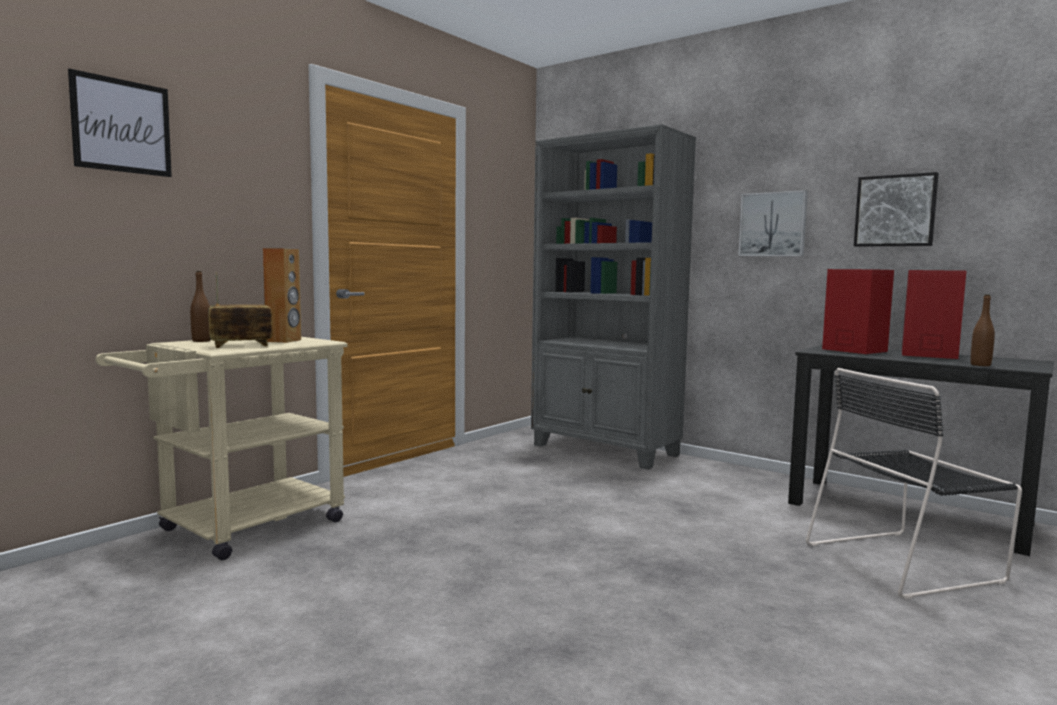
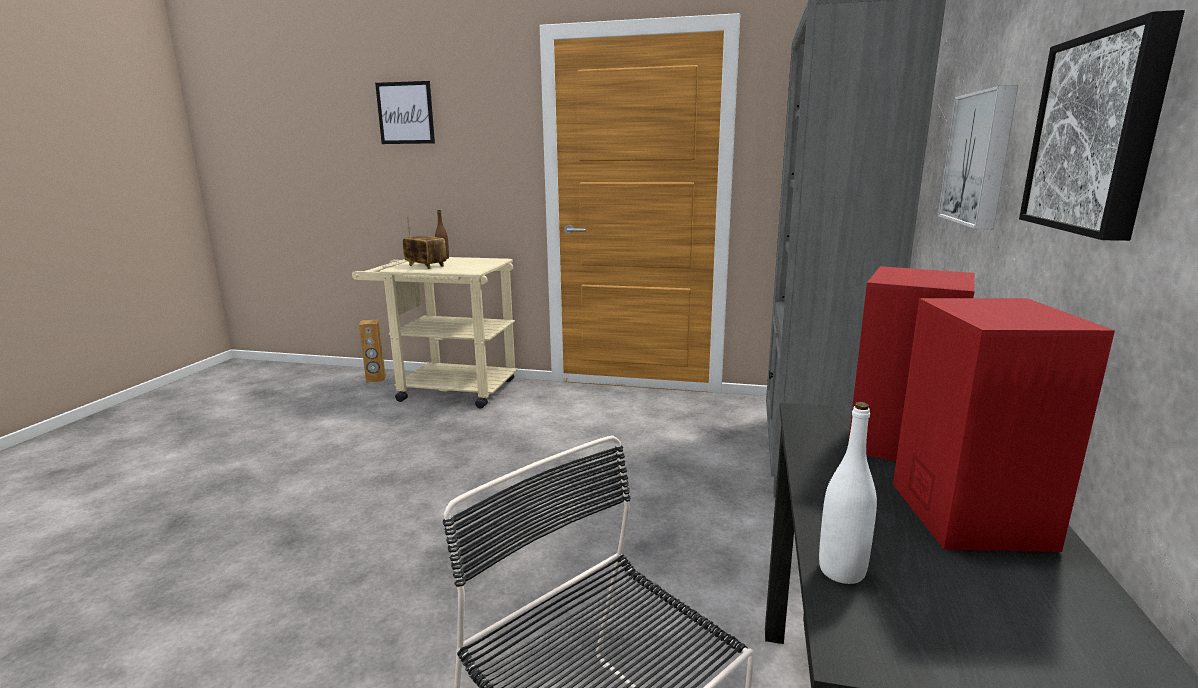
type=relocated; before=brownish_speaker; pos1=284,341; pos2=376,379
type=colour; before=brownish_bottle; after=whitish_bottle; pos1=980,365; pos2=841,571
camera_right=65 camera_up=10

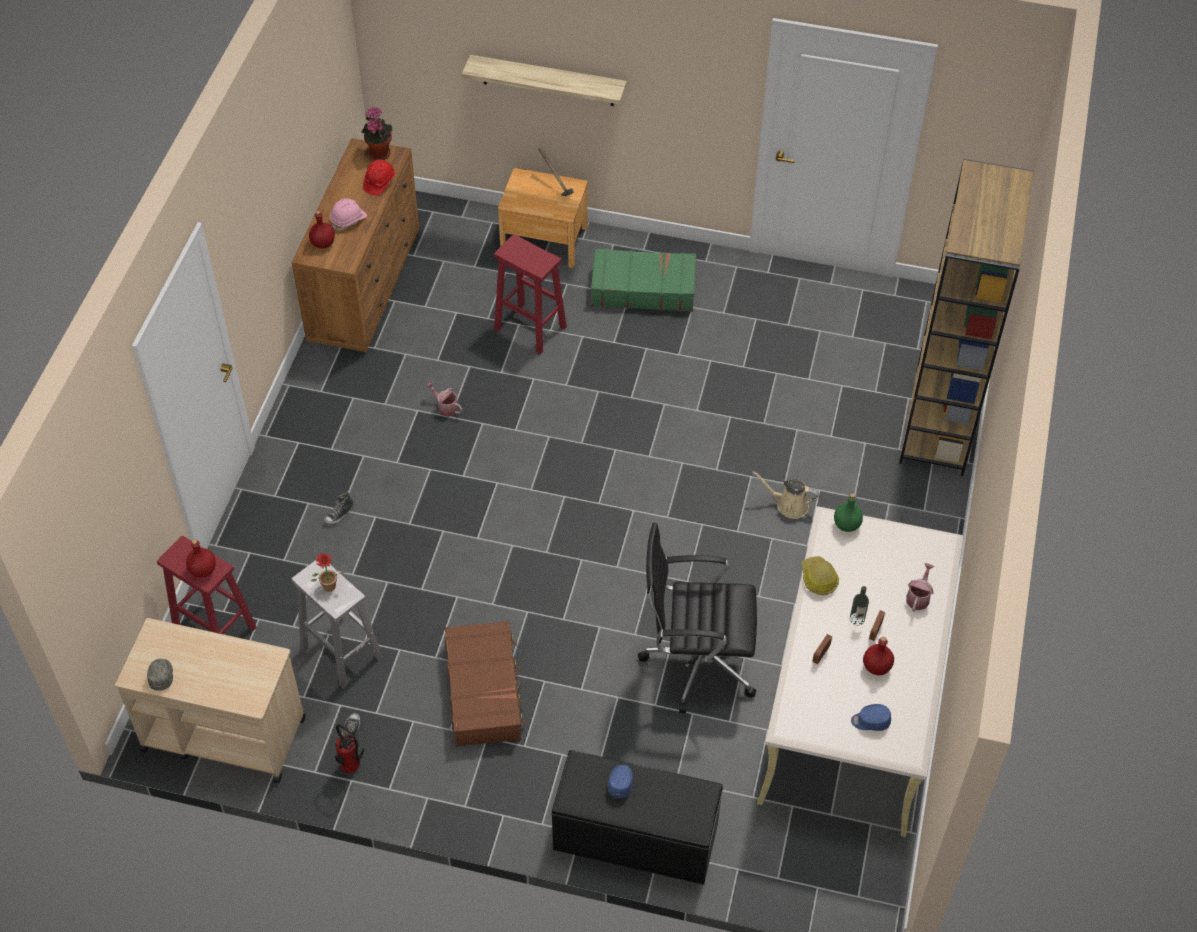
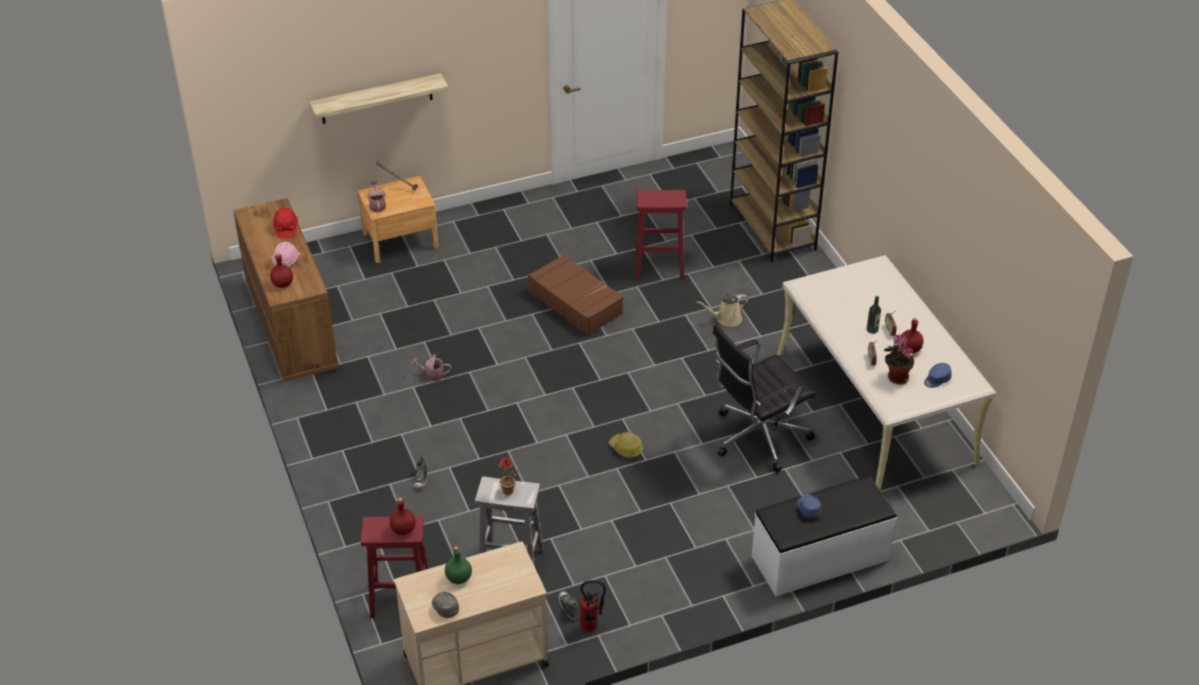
type=missing; before=greenish_suitcase; pos1=643,288
type=relocated; before=plant_in_a_pot; pos1=379,152; pos2=896,377
type=relocated; before=brownish_suitcase; pos1=484,690; pos2=576,302
type=relocated; before=red_stool; pos1=531,328; pos2=660,267
type=relocated; before=hard_hat; pos1=818,579; pos2=626,449
type=relocated; before=greenish_bottle; pos1=846,524; pos2=458,578
type=relocated; before=sprinkling_can; pos1=918,597; pos2=377,205
type=colour; before=black_indoor_bench; after=whitish_indoor_bench; pos1=635,837; pos2=820,559
camera_right=-35 camera_up=-10

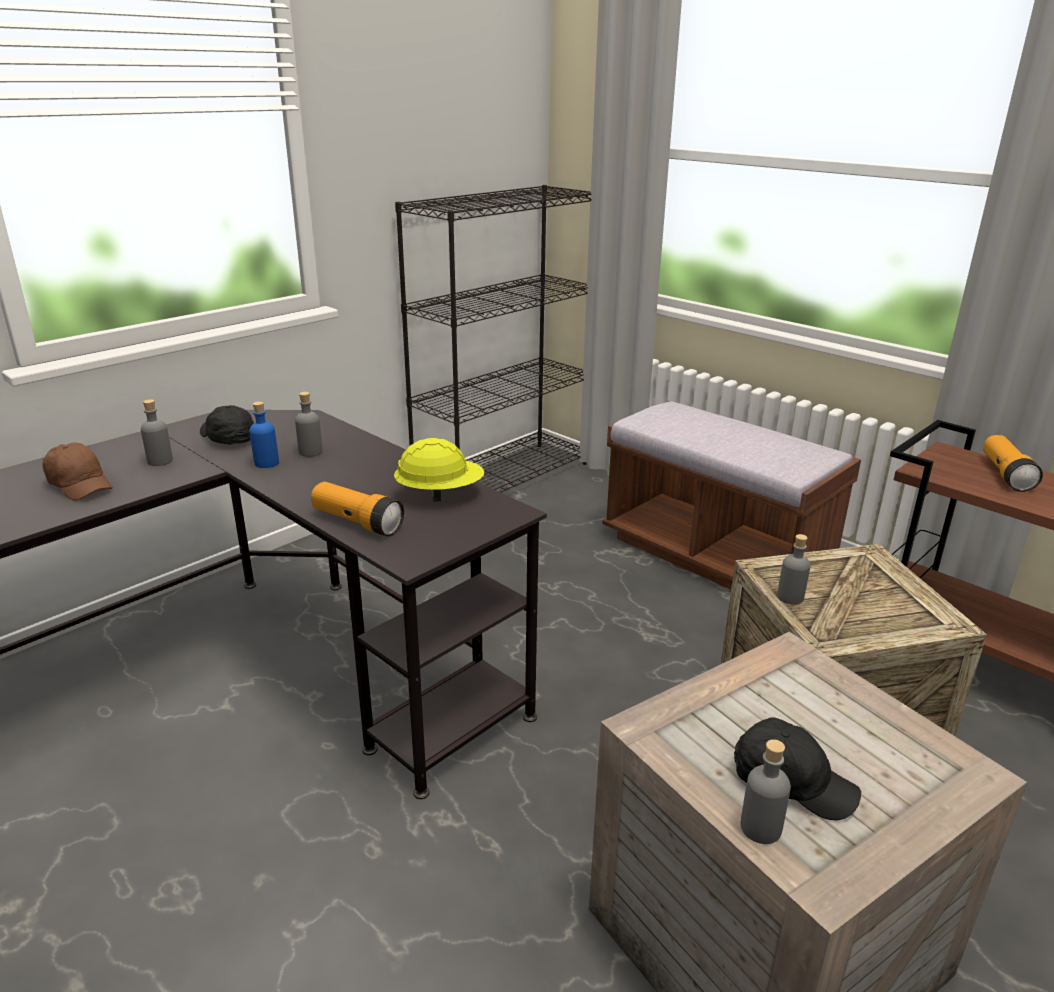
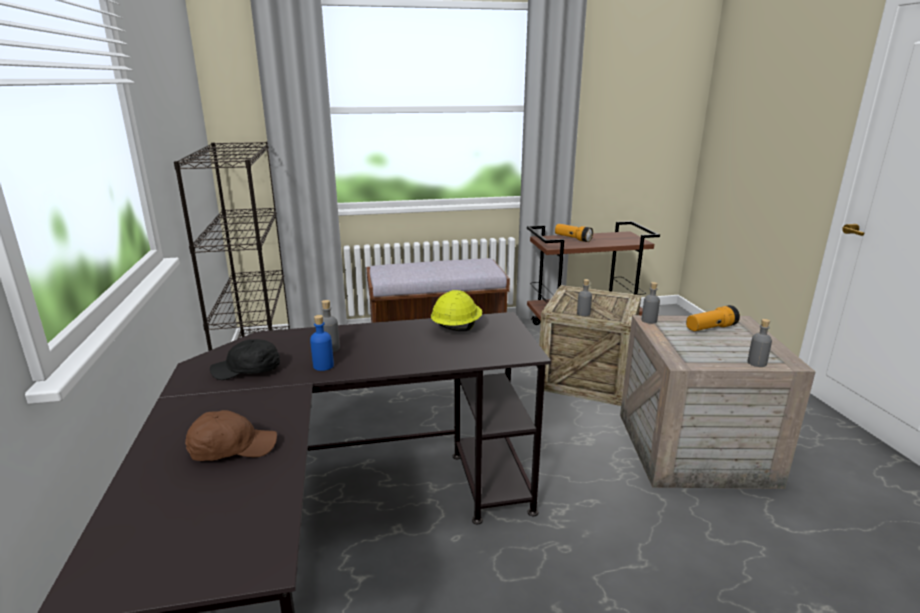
type=missing; before=black_baseball_cap; pos1=791,782
type=relocated; before=greyish_bottle; pos1=160,461; pos2=649,320
type=relocated; before=flashlight; pos1=357,522; pos2=710,328
camera_right=-55 camera_up=-5

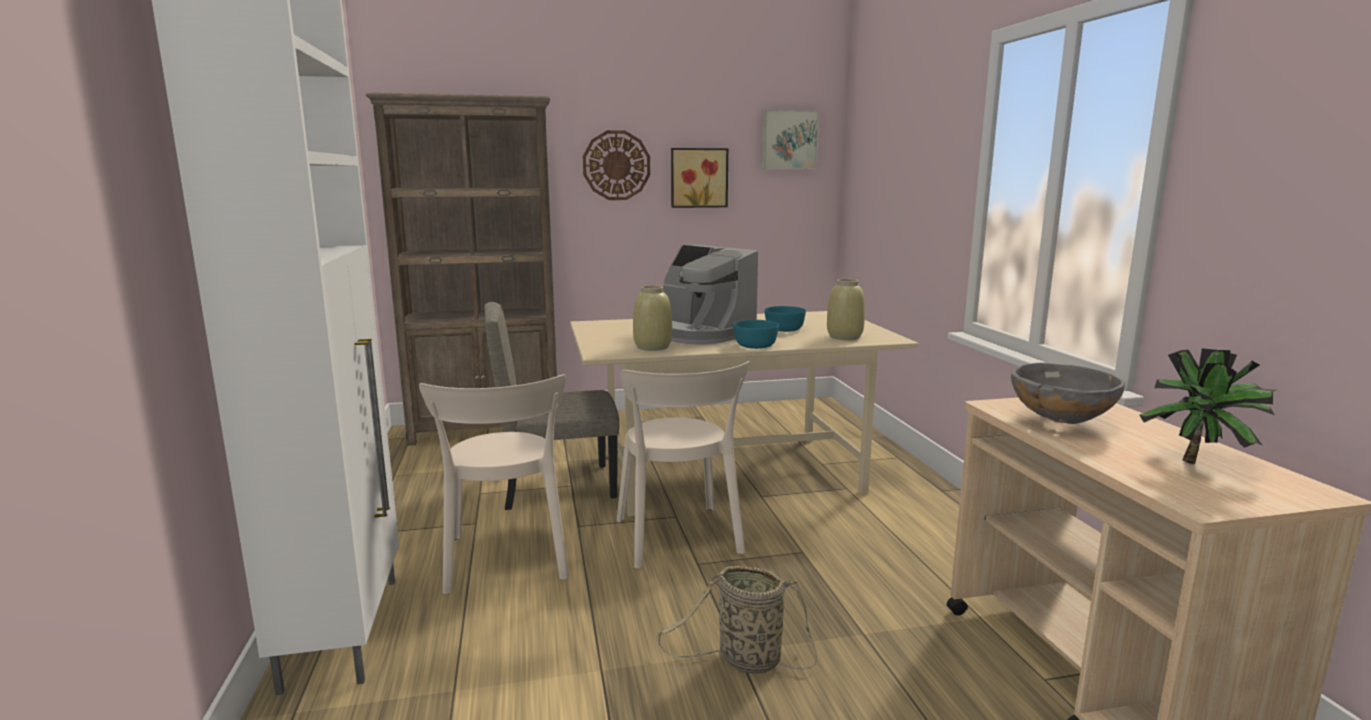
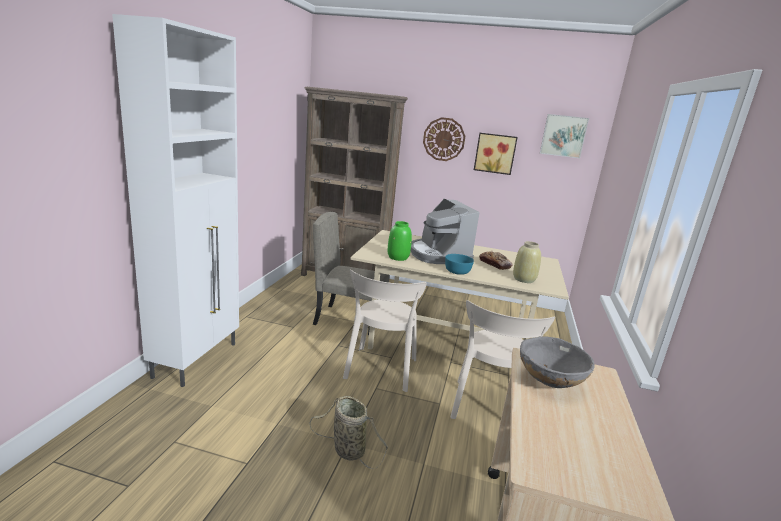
type=missing; before=plant_in_a_pot; pos1=1198,463
type=relocated; before=sand-coloured_chair; pos1=506,562; pos2=487,409
type=exchanged; before=blue-green_deep_dish; after=bread; pos1=784,329; pos2=494,264
type=colour; before=sand-coloured_vase; after=greenish_vase; pos1=653,347; pos2=398,258
camera_right=25 camera_up=5

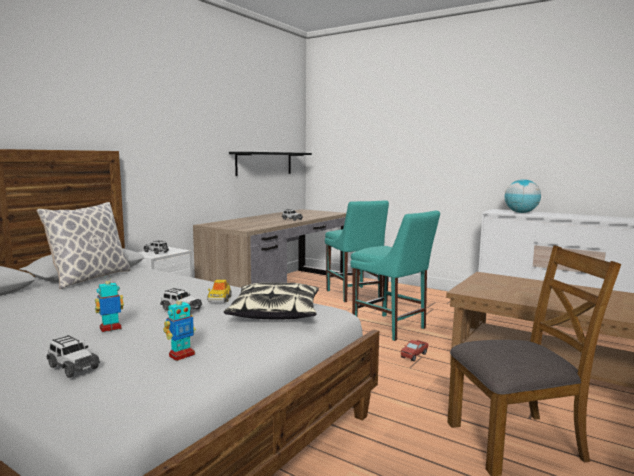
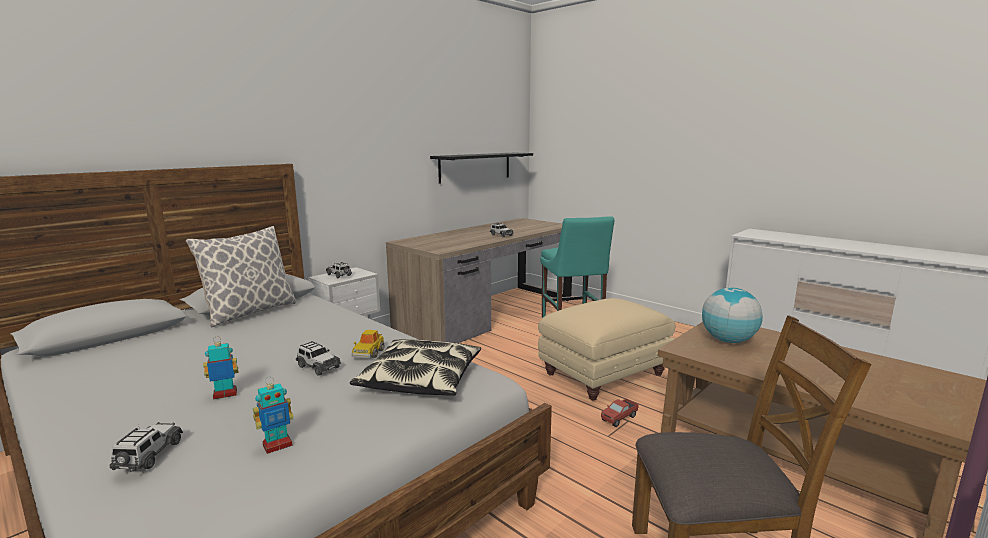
type=relocated; before=world_globe; pos1=521,212; pos2=728,341
type=exchanged; before=blue-green_chair; after=sand-coloured_pouffe; pos1=391,328; pos2=603,375
type=spun; before=model_car; pos1=72,367; pos2=148,456; turn=-135
camera_right=10 camera_up=5

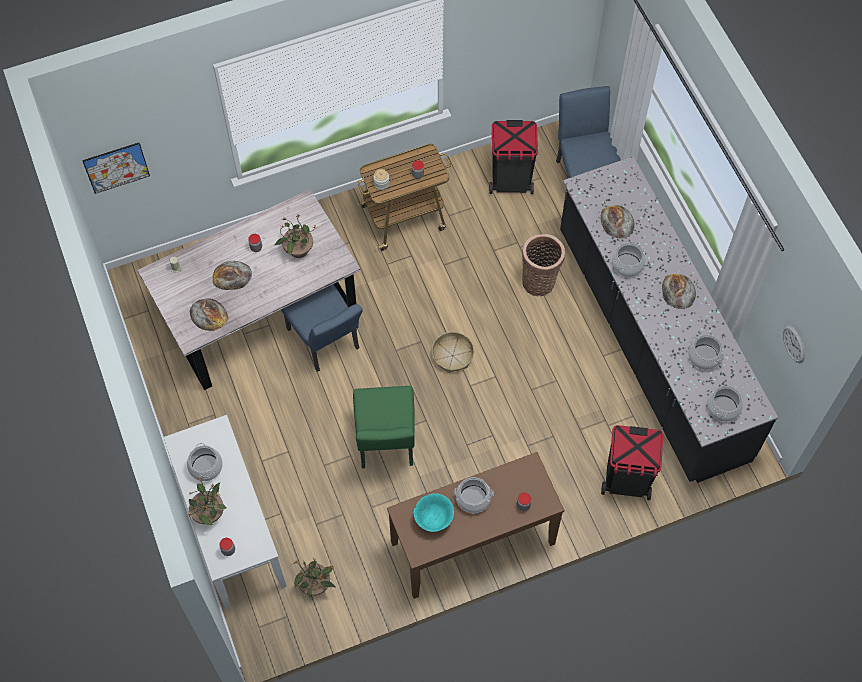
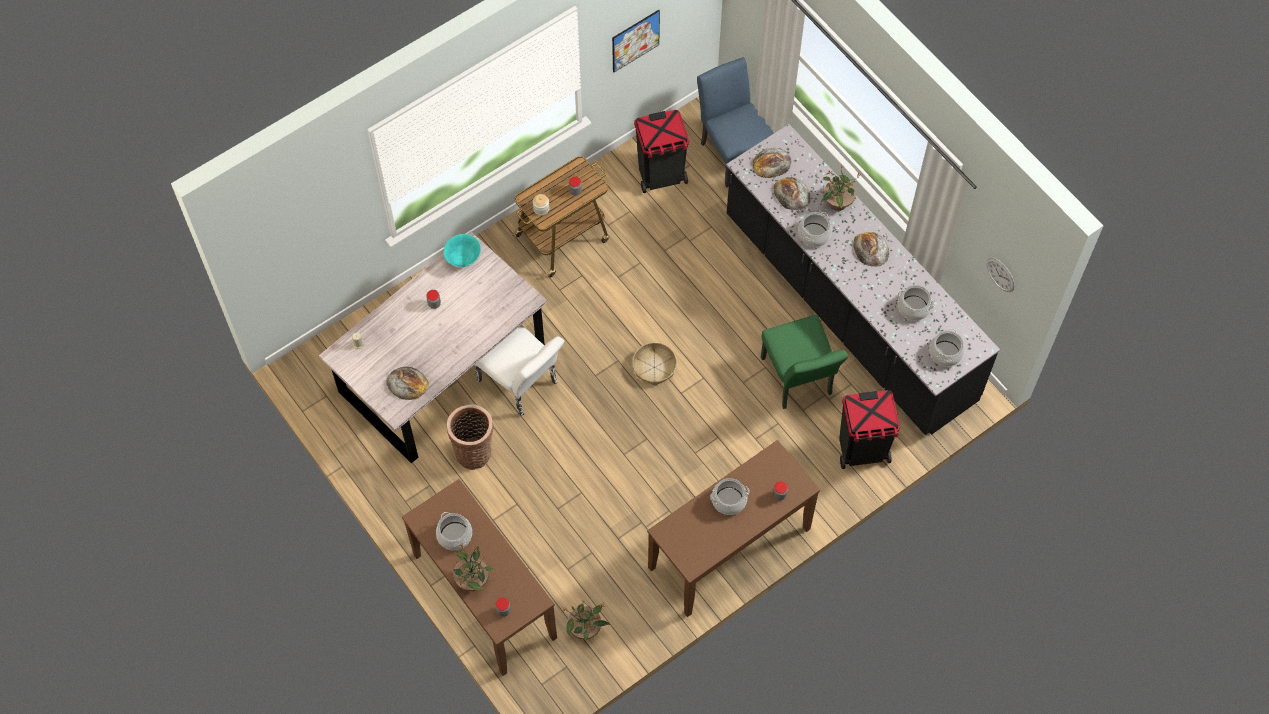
type=relocated; before=picture; pos1=116,167; pos2=635,40
type=relocated; before=bread; pos1=231,276; pos2=771,163
type=relocated; before=plant_in_a_pot; pos1=298,250; pos2=837,203
type=relocated; before=greenish_chair; pos1=386,445; pos2=798,381
type=relocated; before=blue-green_deep_dish; pos1=433,519; pos2=463,259
type=relocated; before=storage_basket; pos1=539,280; pos2=474,451
type=colour; before=whitish_narrow_table; after=brownish_narrow_table; pos1=231,530; pos2=484,596
type=colour; before=bluish_chair; after=whitish_chair; pos1=326,343; pos2=522,385
camera_right=-15 camera_up=0

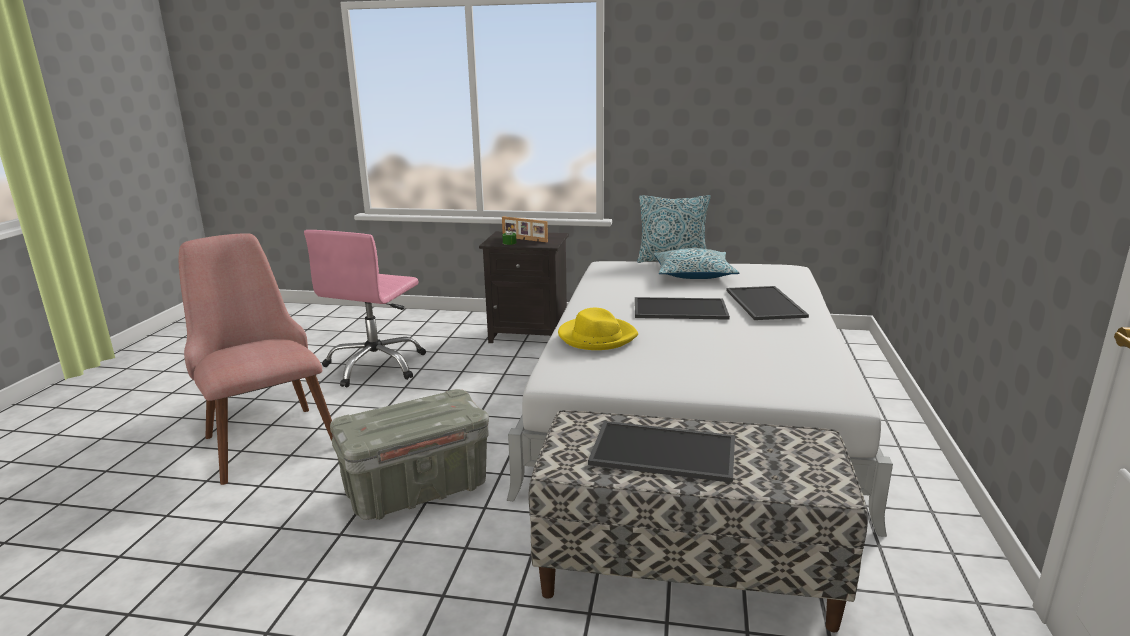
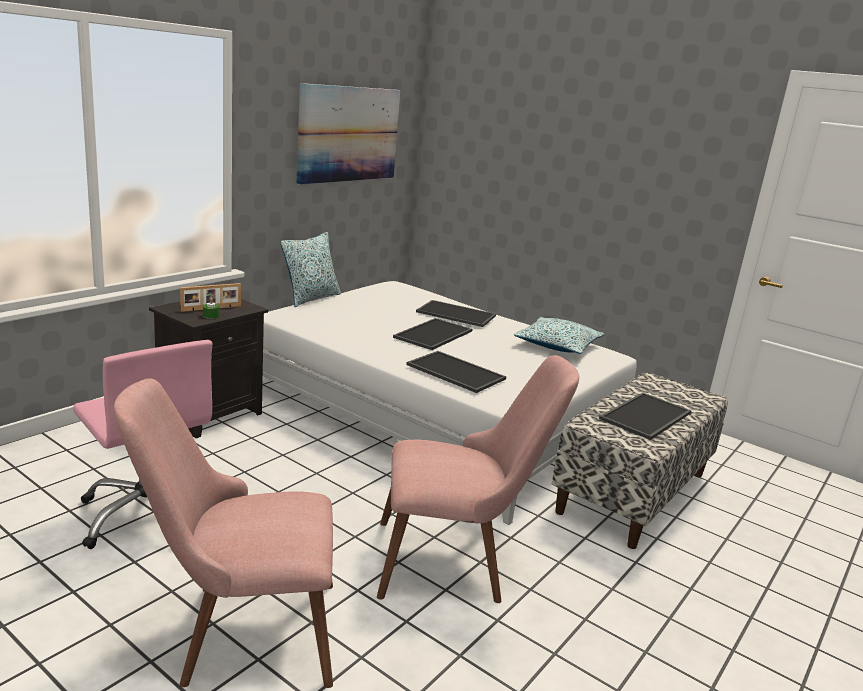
type=appeared; after=picture; pos2=348,134
type=relocated; before=pillow; pos1=693,274; pos2=557,345
type=exchanged; before=greyish_storage_box; after=pink-coloured_chair; pos1=416,490; pos2=457,561
type=exchanged; before=yellow-coloured_clothing_hat; after=tray; pos1=596,337; pos2=454,372
camera_right=-65 camera_up=0

